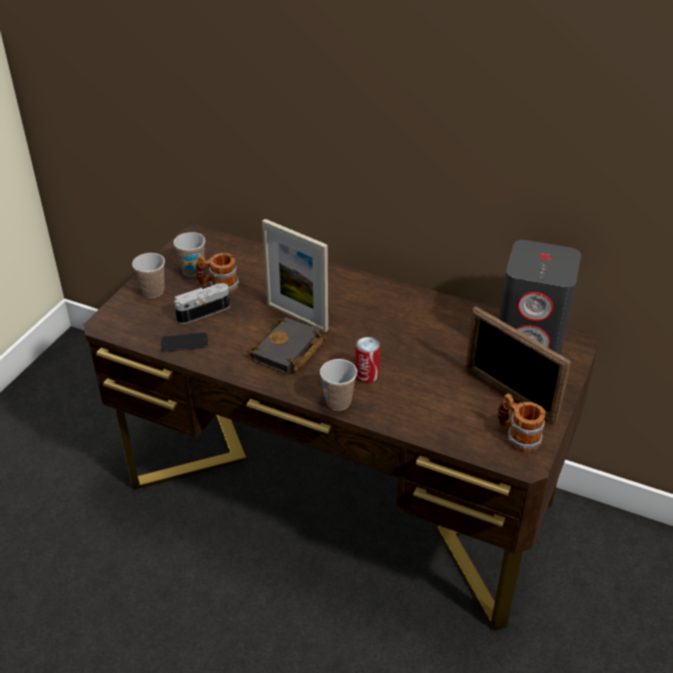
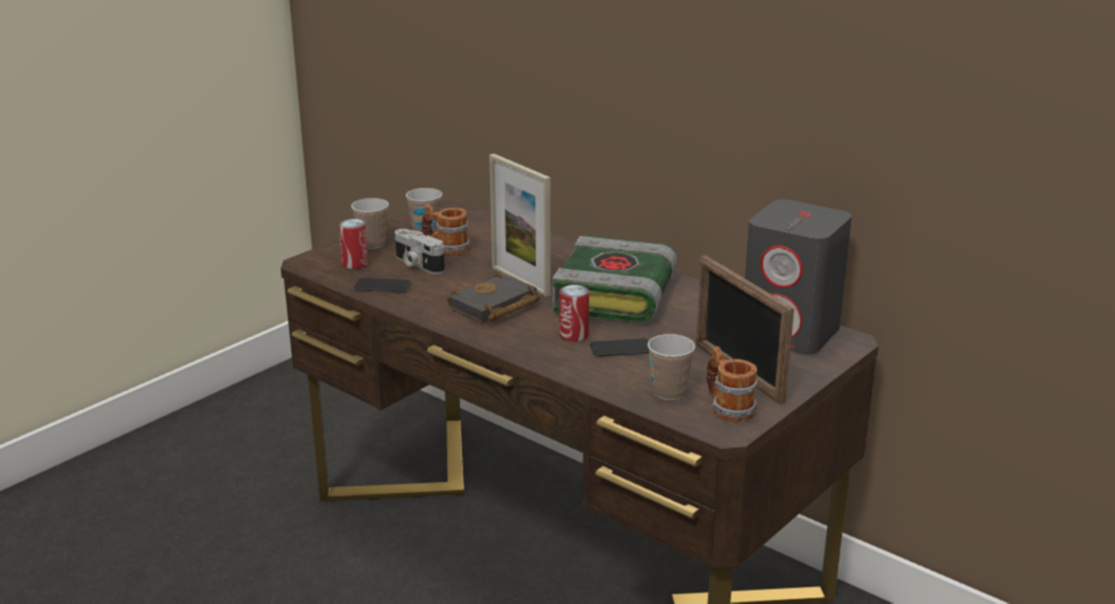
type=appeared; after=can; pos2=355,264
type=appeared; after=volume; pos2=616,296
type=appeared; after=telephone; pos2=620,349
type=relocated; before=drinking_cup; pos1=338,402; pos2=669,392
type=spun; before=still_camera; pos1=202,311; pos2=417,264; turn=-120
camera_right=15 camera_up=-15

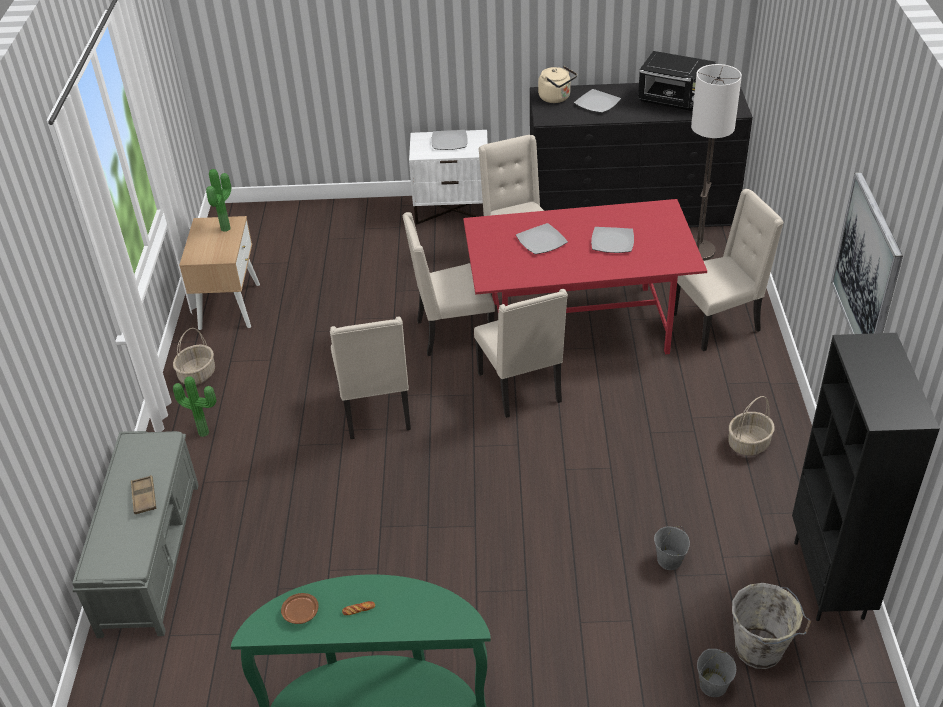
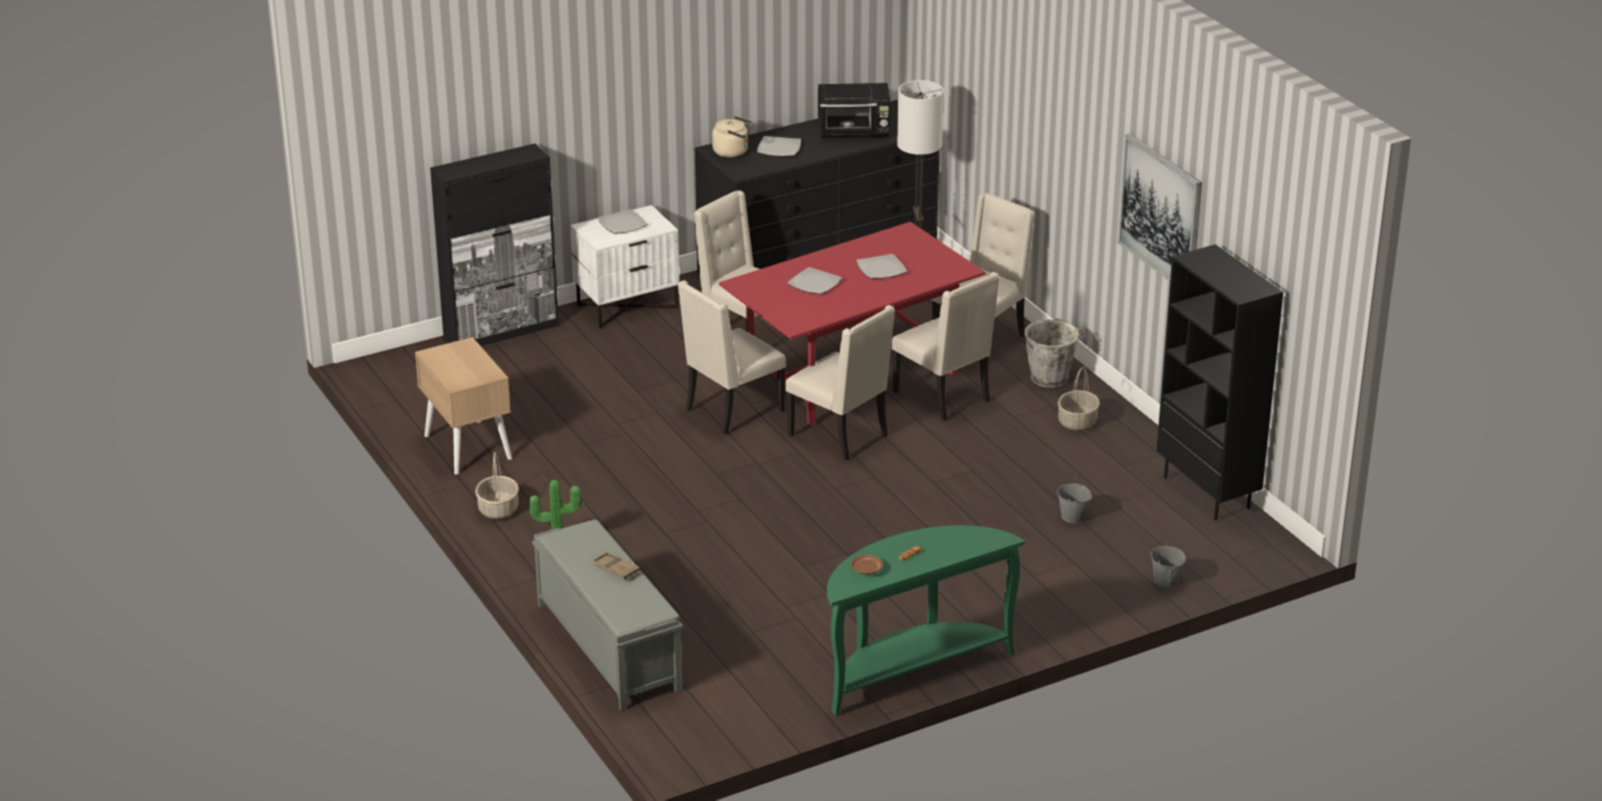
type=missing; before=plant_in_a_pot; pos1=227,229
type=appeared; after=black_storage_cabinet; pos2=502,331
type=relocated; before=sand-coloured_chair; pos1=376,411; pos2=944,397
type=relocated; before=greyish_bucket; pos1=760,650; pos2=1051,378
camera_right=-30 camera_up=-10

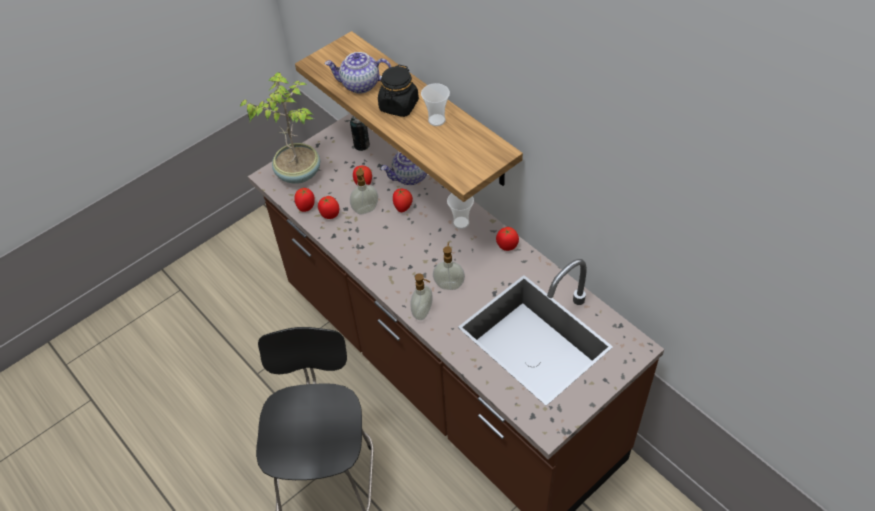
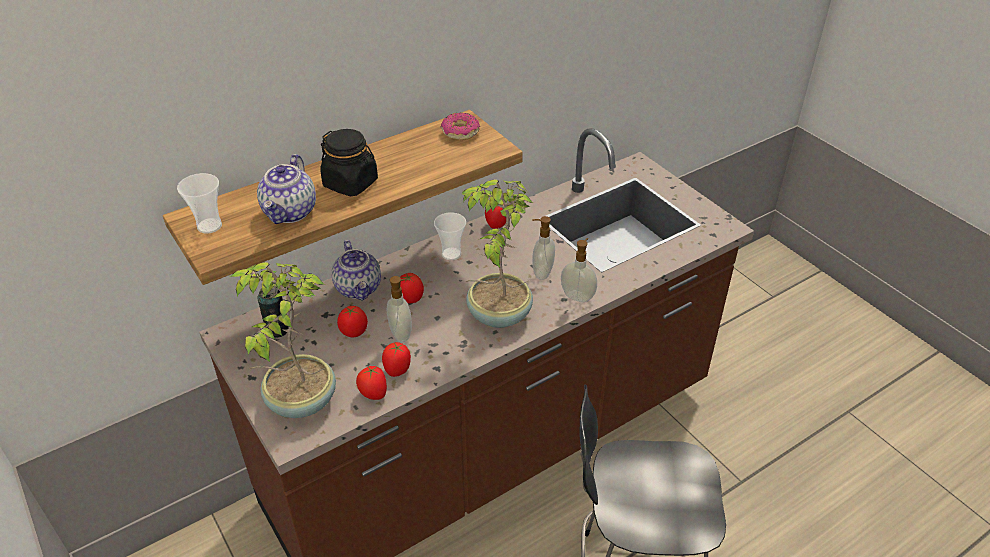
type=appeared; after=donut; pos2=460,132
type=appeared; after=plant_in_a_pot; pos2=497,315
type=relocated; before=drinking_cup; pos1=436,120; pos2=209,226
camera_right=-85 camera_up=-10

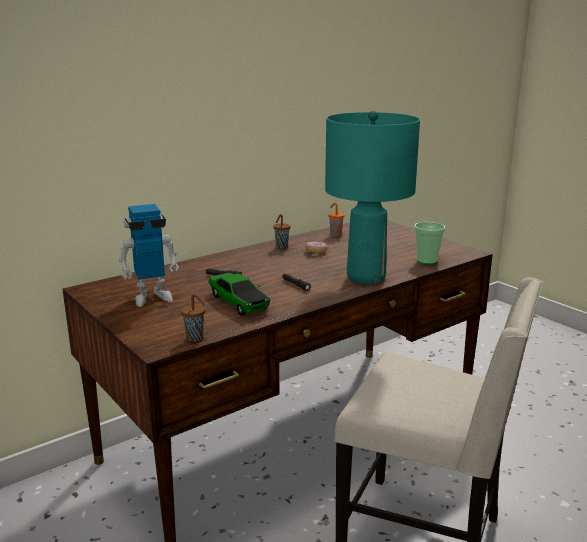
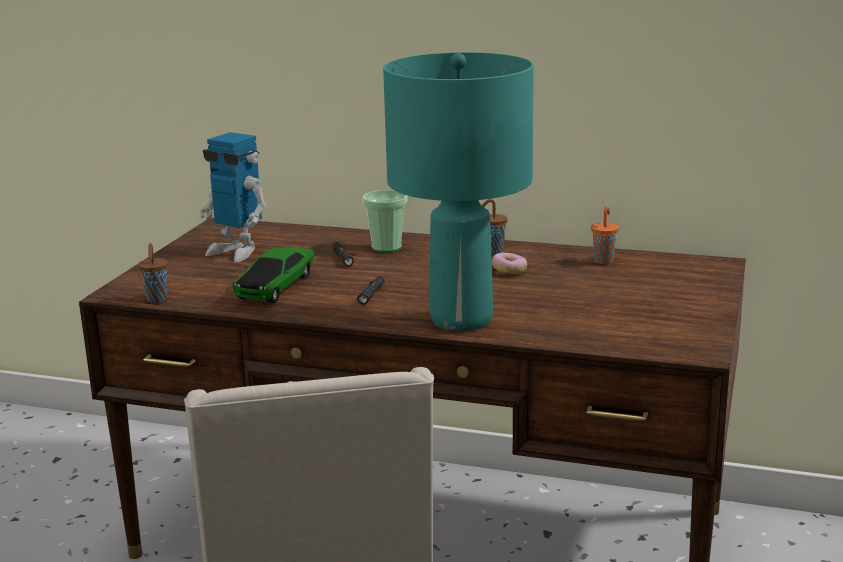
type=relocated; before=drinking_cup; pos1=427,261; pos2=386,247
camera_right=55 camera_up=0

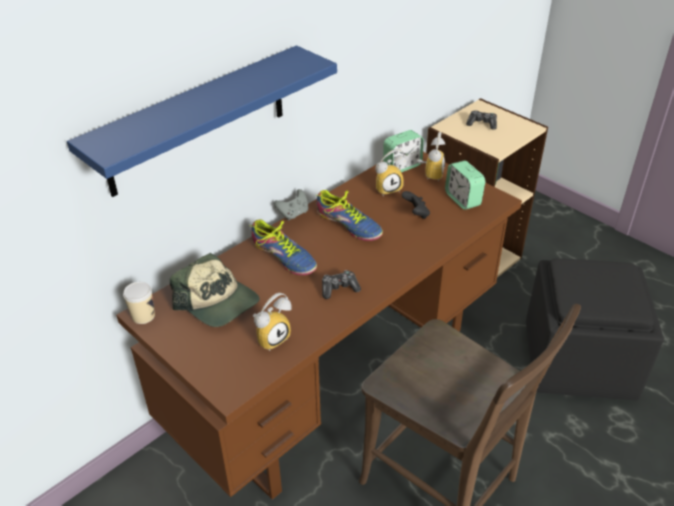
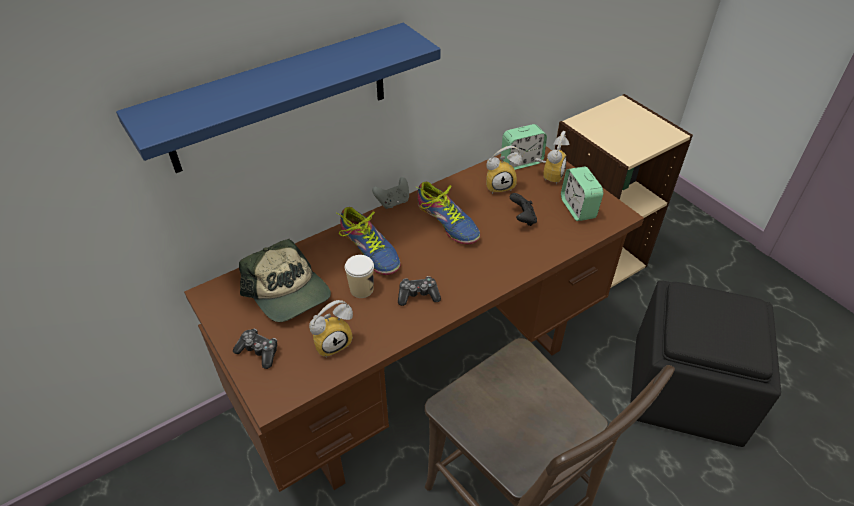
type=relocated; before=drinking_cup; pos1=143,316; pos2=361,289
type=relocated; before=joypad; pos1=482,124; pos2=258,352
camera_right=10 camera_up=5

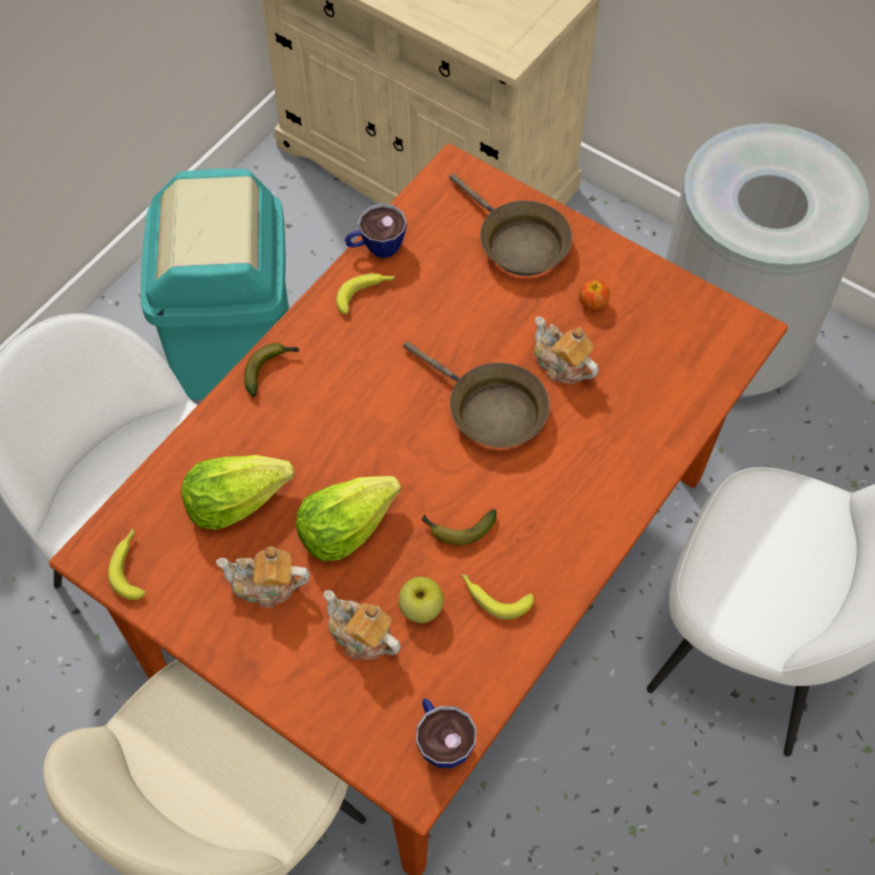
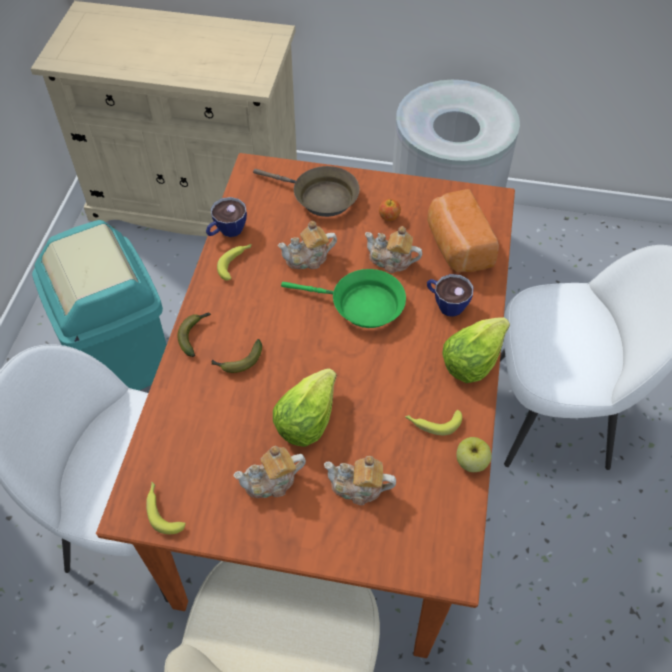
type=appeared; after=pot_for_tea; pos2=308,258
type=appeared; after=bread; pos2=456,247
type=relocated; before=lettuce_head; pos1=235,500; pos2=472,359
type=relocated; before=apple_fruit; pos1=421,608; pos2=471,462
type=relocated; before=drinking_cup; pos1=441,740; pos2=445,304
type=relocated; before=whole_banana; pos1=457,529; pos2=238,361
type=colour; before=brownish_pan; after=greenish_pan; pos1=490,410; pos2=361,305
camera_right=-25 camera_up=-5

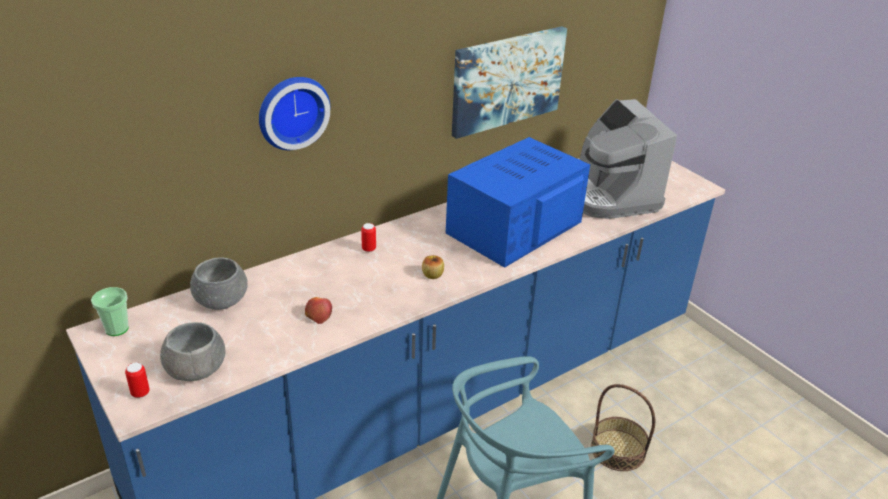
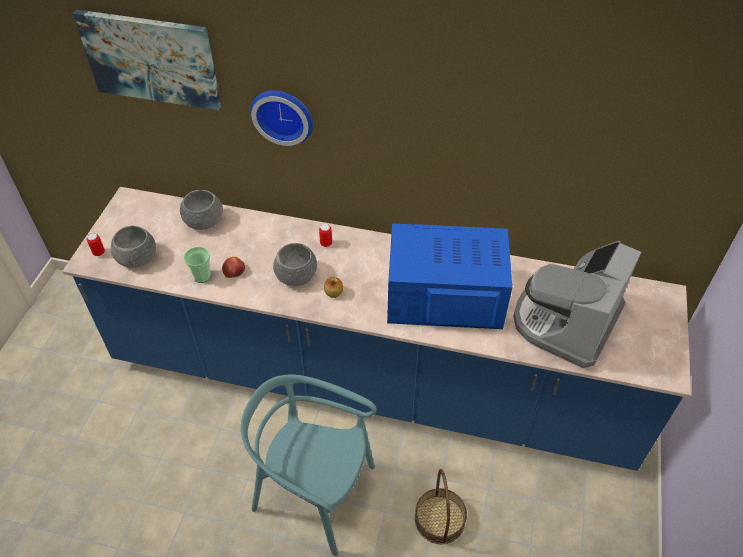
type=appeared; after=greyish_deep_dish; pos2=296,275
type=relocated; before=drinking_cup; pos1=116,329; pos2=202,276
type=relocated; before=picture; pos1=507,80; pos2=151,59
camera_right=50 camera_up=15

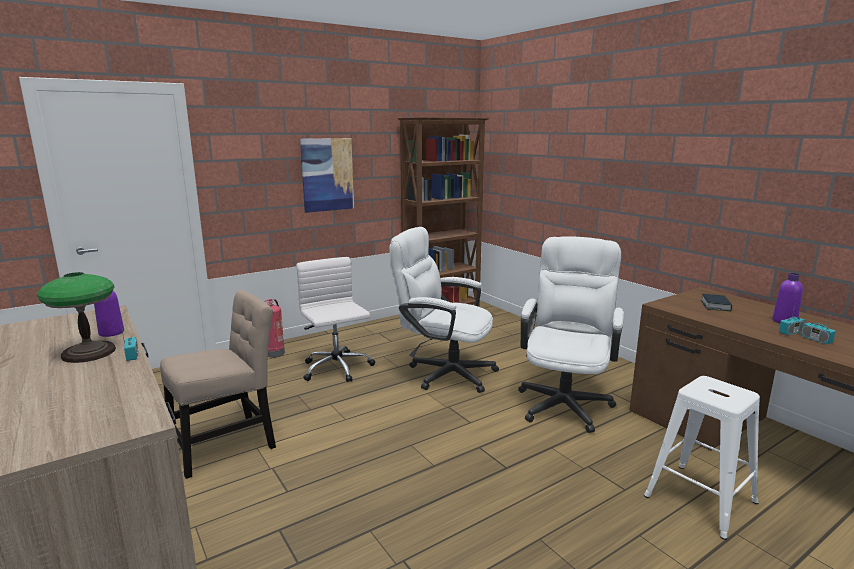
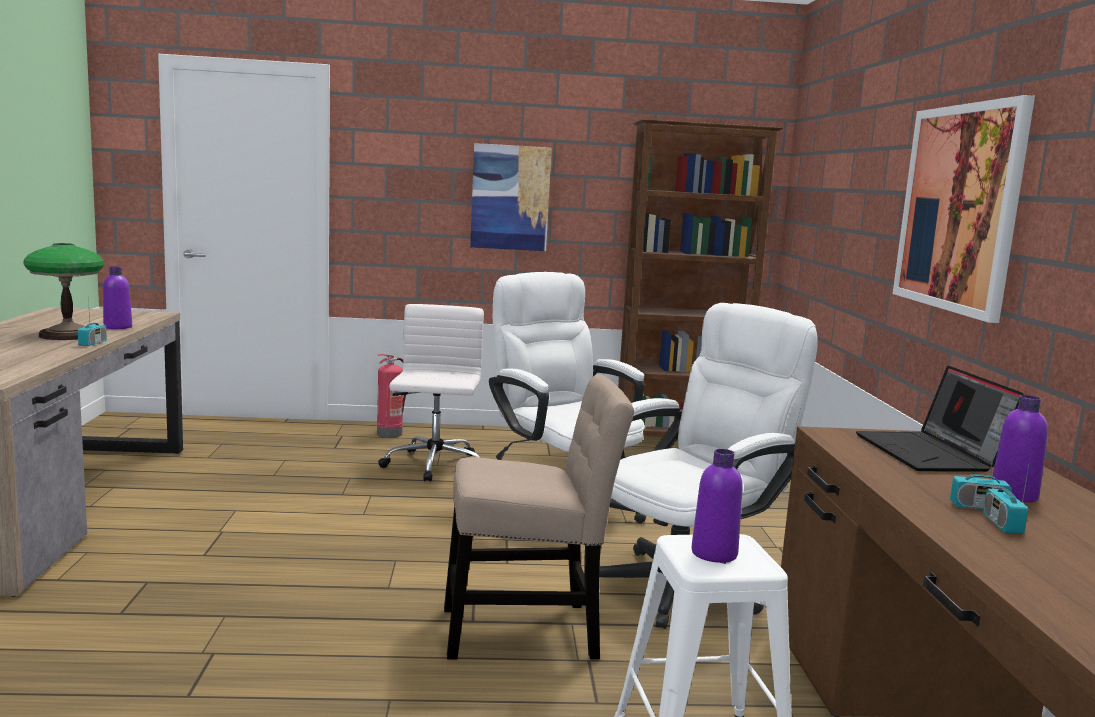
type=appeared; after=purplish_bottle; pos2=714,554
type=appeared; after=picture; pos2=959,208
type=relocated; before=sand-coloured_chair; pos1=228,445; pos2=528,631
type=exchanged; before=volume; after=portable_computer; pos1=715,306; pos2=931,454
camera_right=30 camera_up=-5

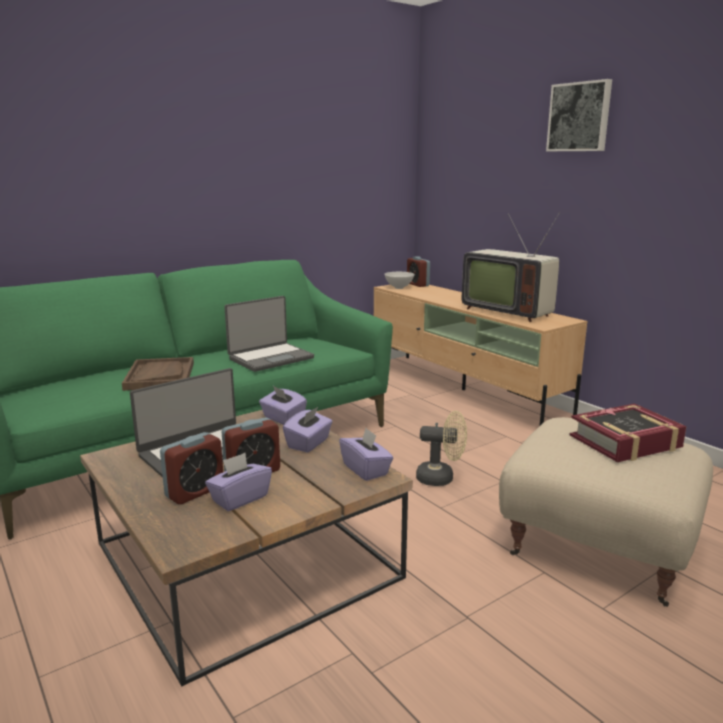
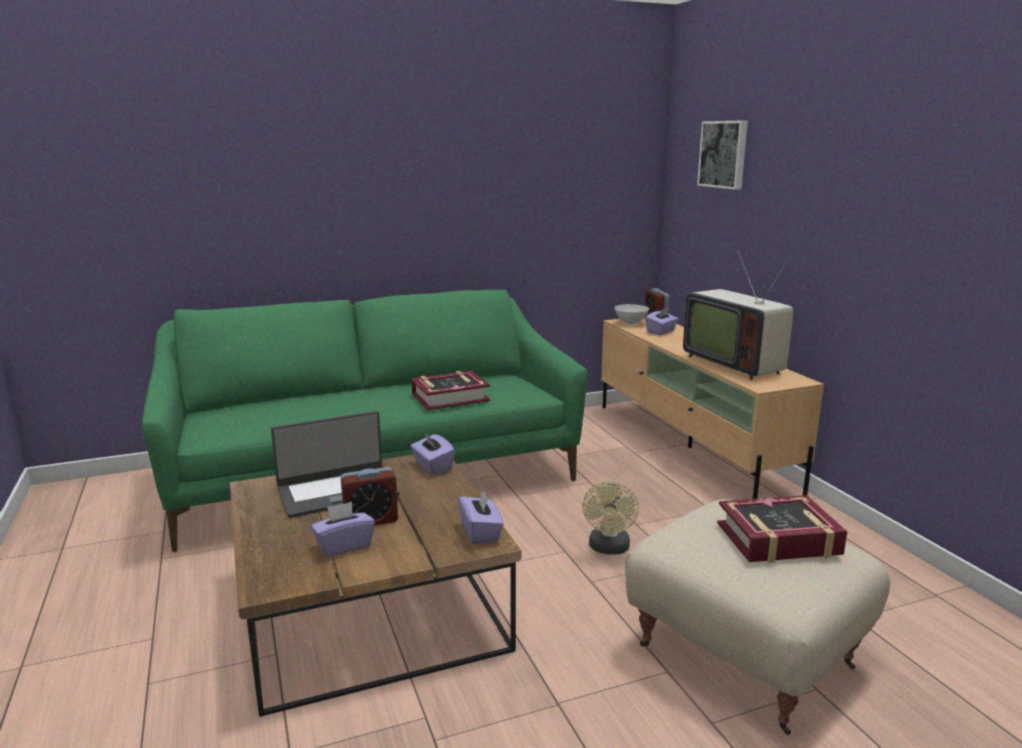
type=missing; before=brownish_tray; pos1=160,376
type=missing; before=table_clock; pos1=195,491
type=relocated; before=purplish_tissue_holder; pos1=309,443; pos2=661,332
type=relocated; before=picture; pos1=579,117; pos2=724,154
type=exchanged; before=portable_computer; after=volume; pos1=270,358; pos2=450,397
type=spun; before=sand-coloured_fan; pos1=441,478; pos2=609,549; turn=75
camera_right=15 camera_up=0

